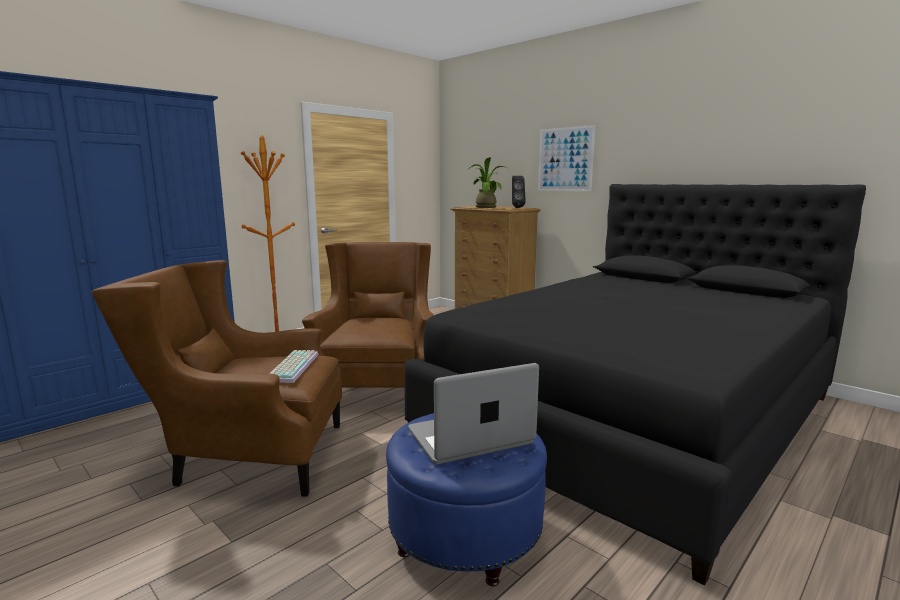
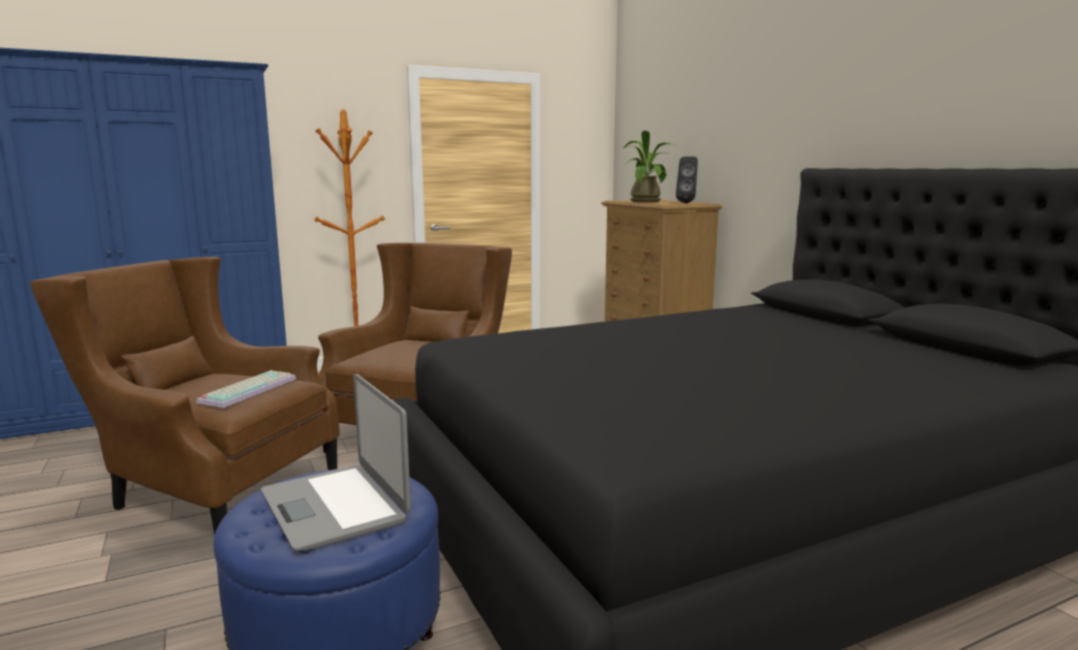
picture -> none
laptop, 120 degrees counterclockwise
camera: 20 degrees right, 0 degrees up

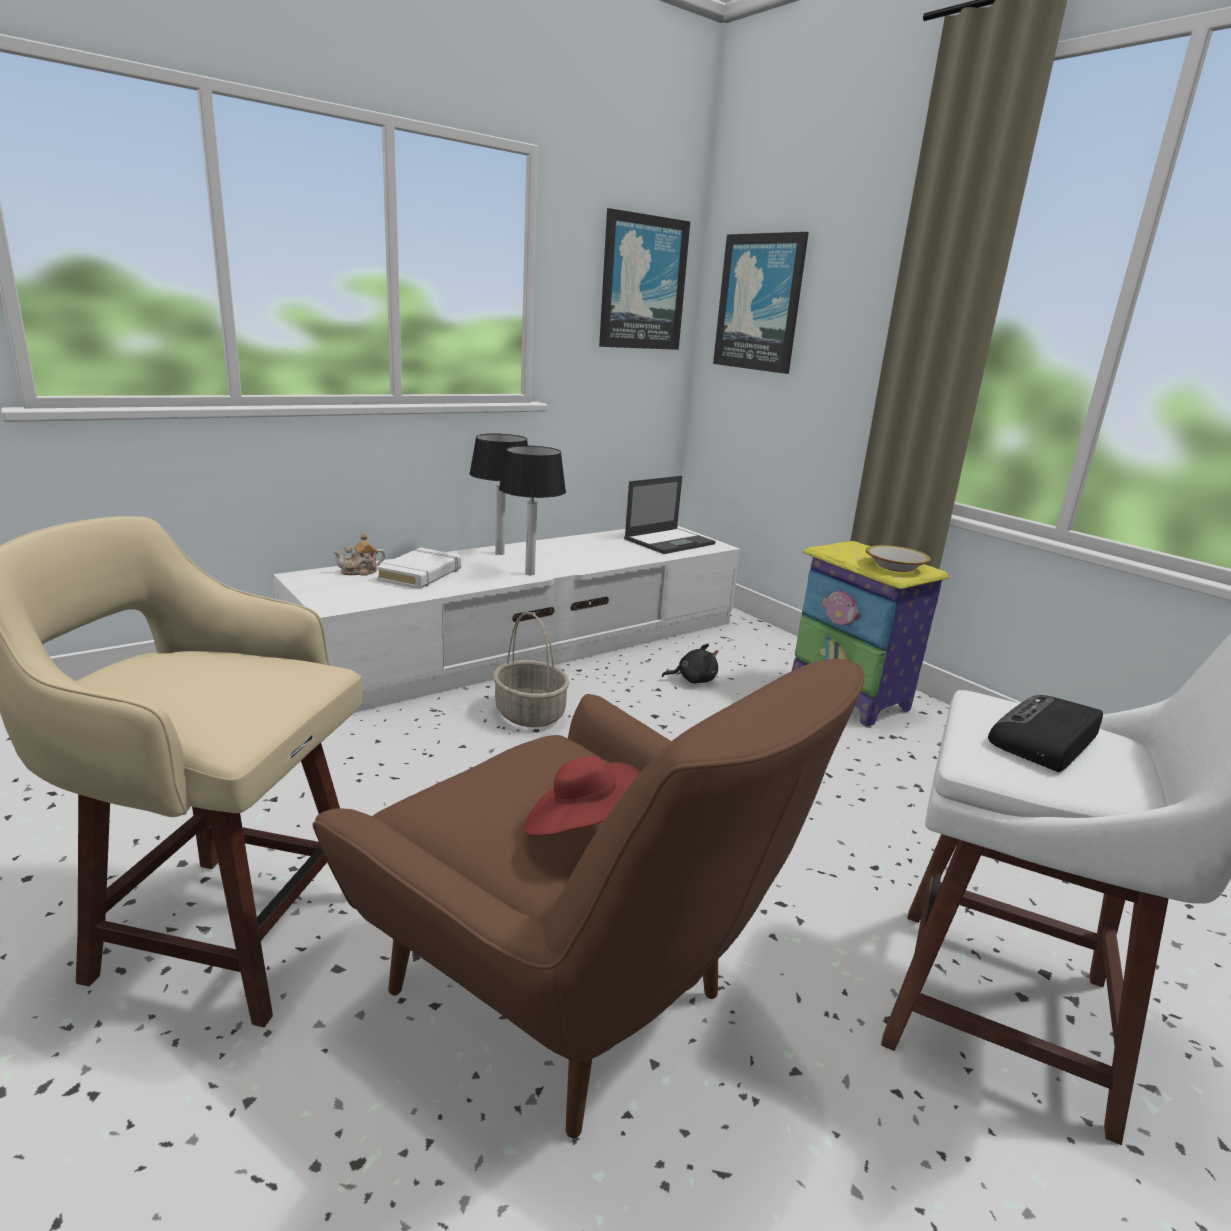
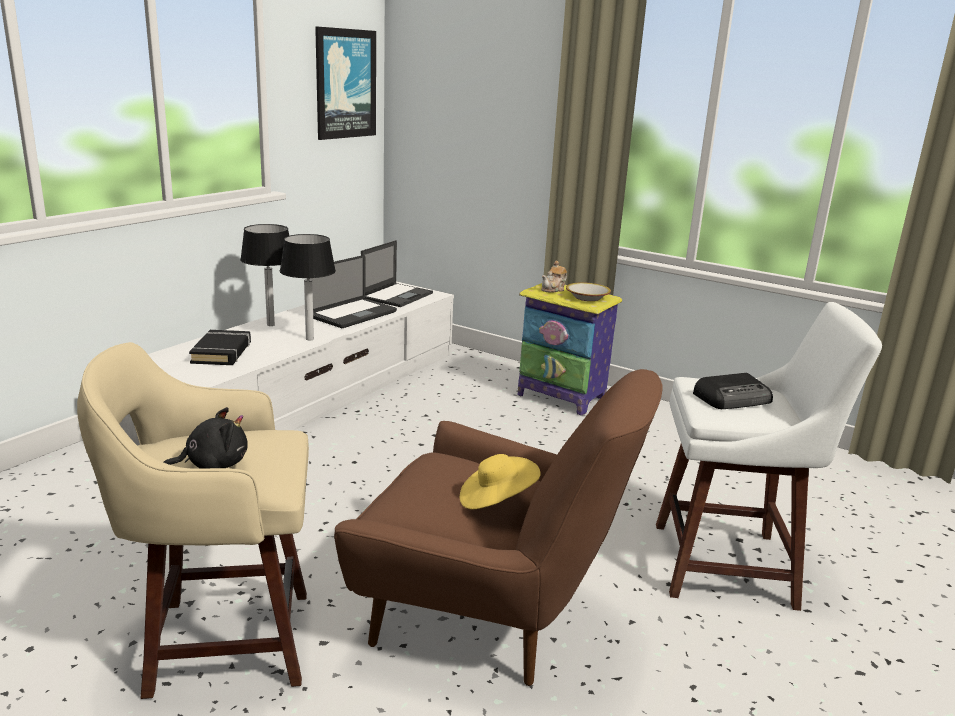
basket -> none
picture (2nd from left) -> none
none -> laptop (1st from left)
teapot, moved
plush toy in black, moved
book in white -> book in black
hat in red -> hat in yellow
radio, 135 degrees counterclockwise
camera: 20 degrees left, 0 degrees up

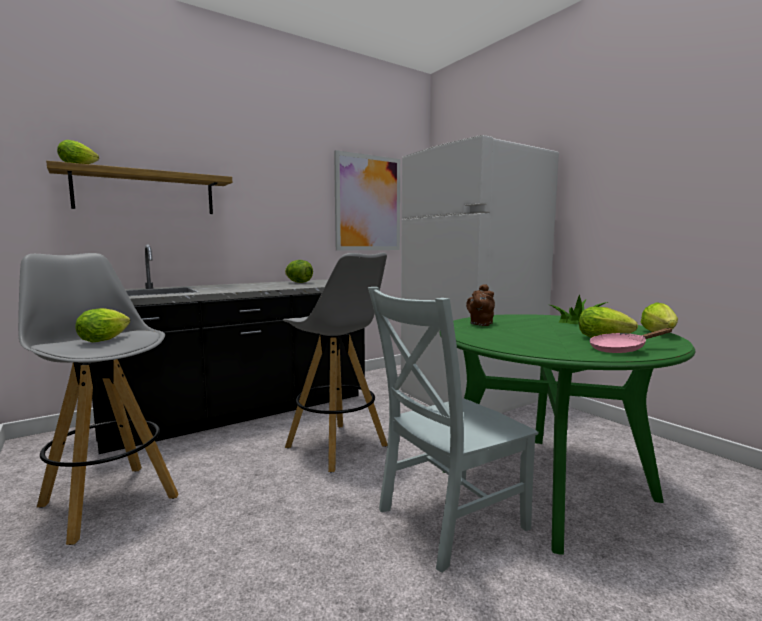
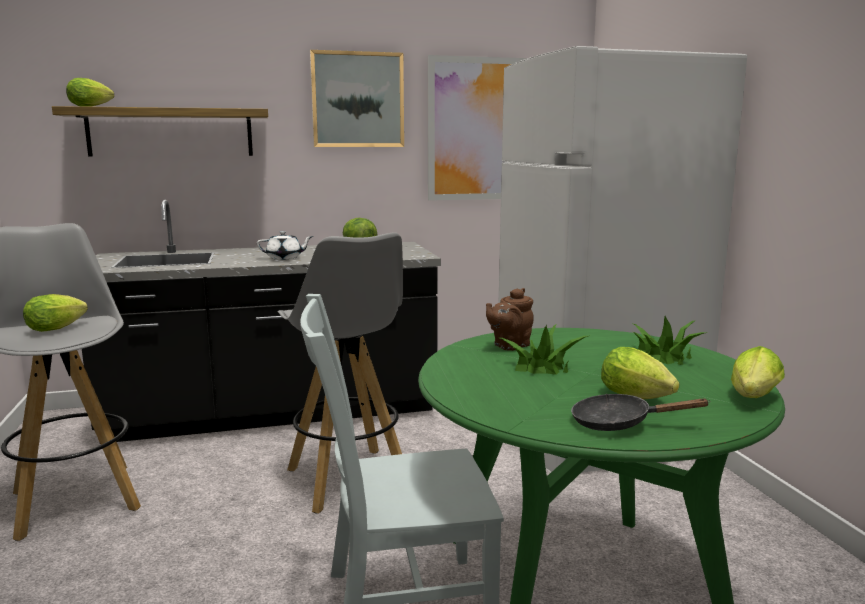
none -> teapot in white
none -> picture (1st from left)
none -> potted plant (1st from left)
frying pan in pink -> frying pan in black
camera: 20 degrees right, 5 degrees up

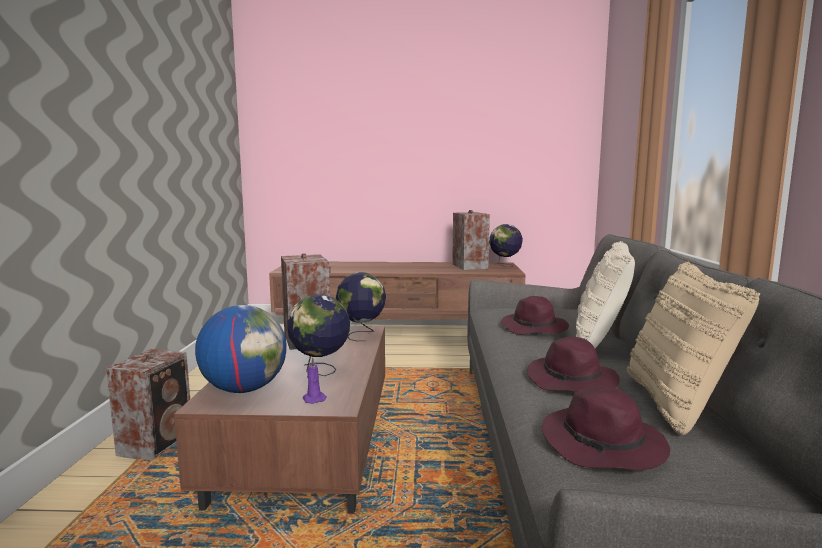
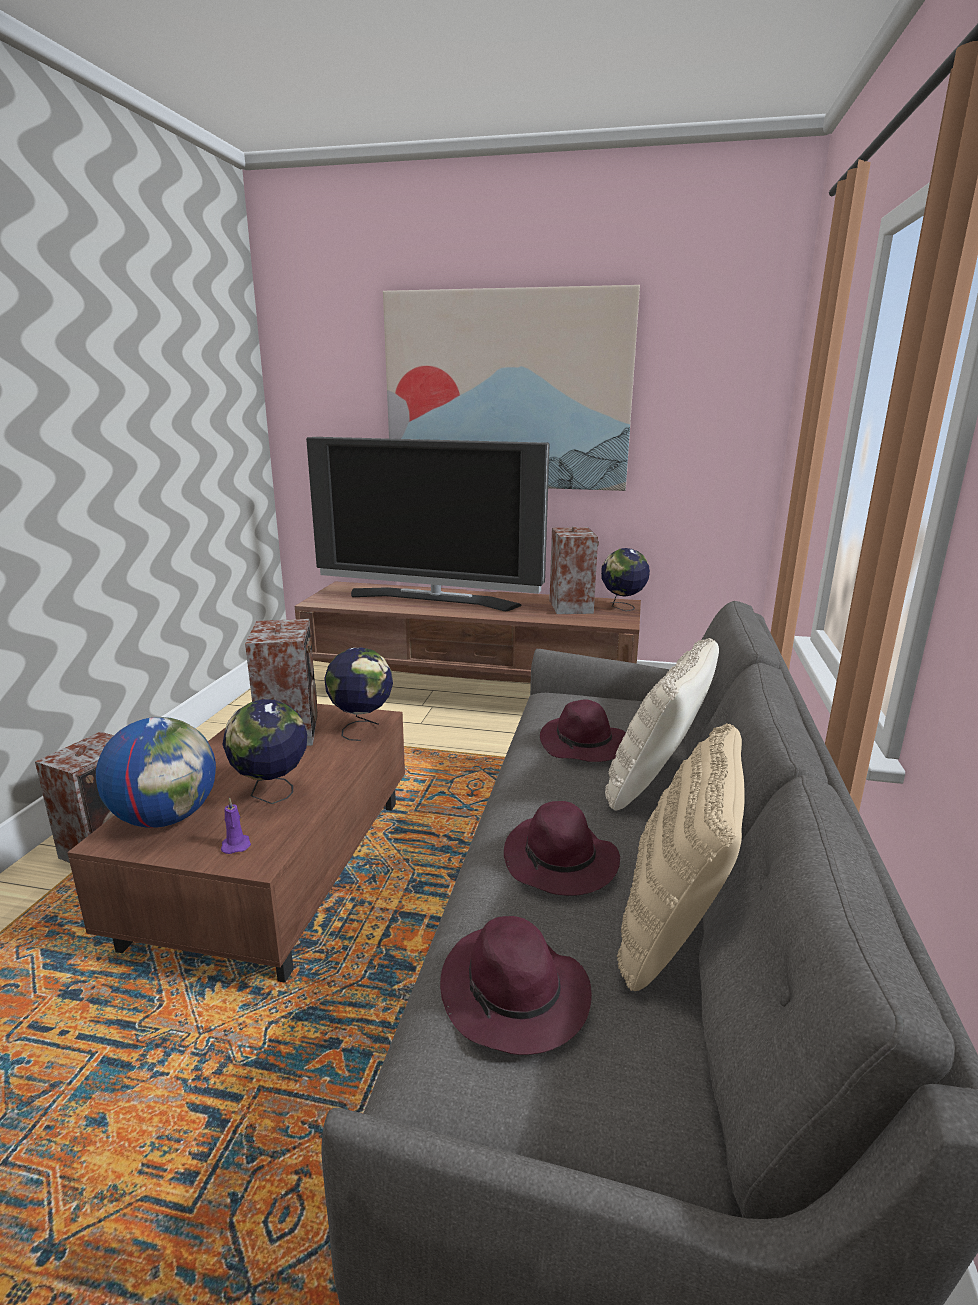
none -> television
none -> picture
camera: 10 degrees right, 10 degrees up

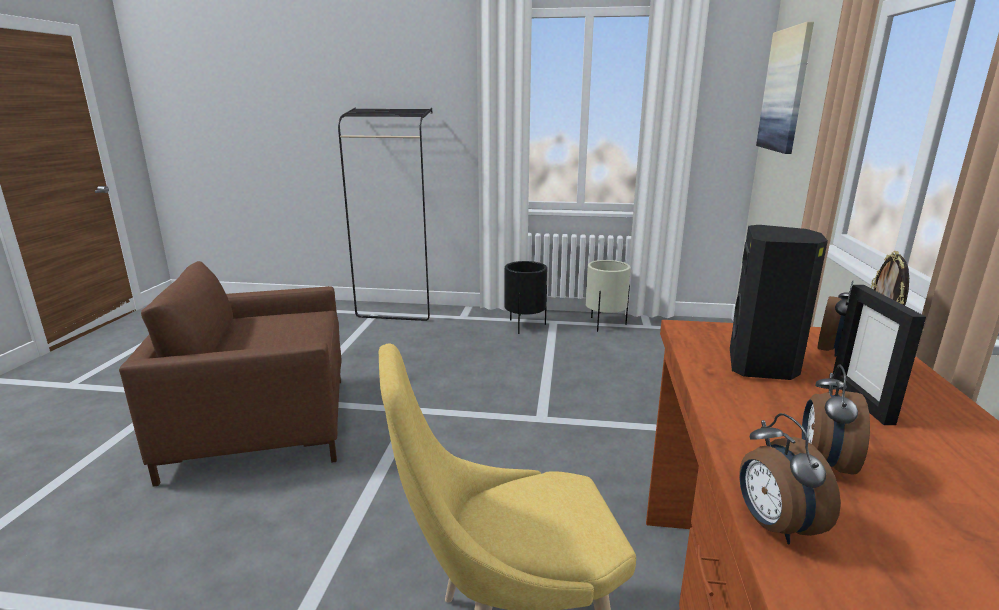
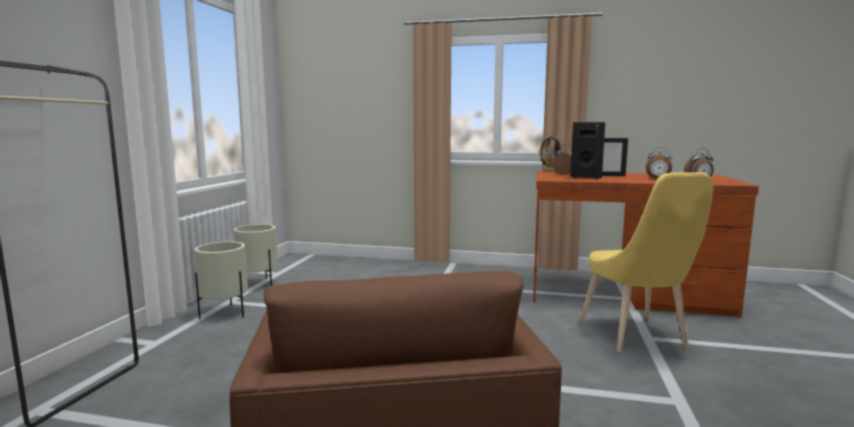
picture -> none
planter in black -> planter in beige (1st from left)
camera: 85 degrees left, 10 degrees down

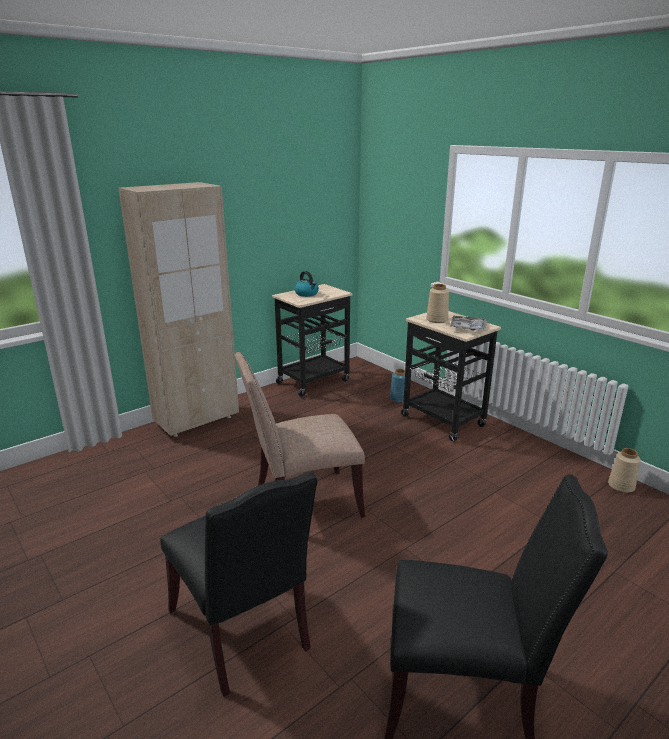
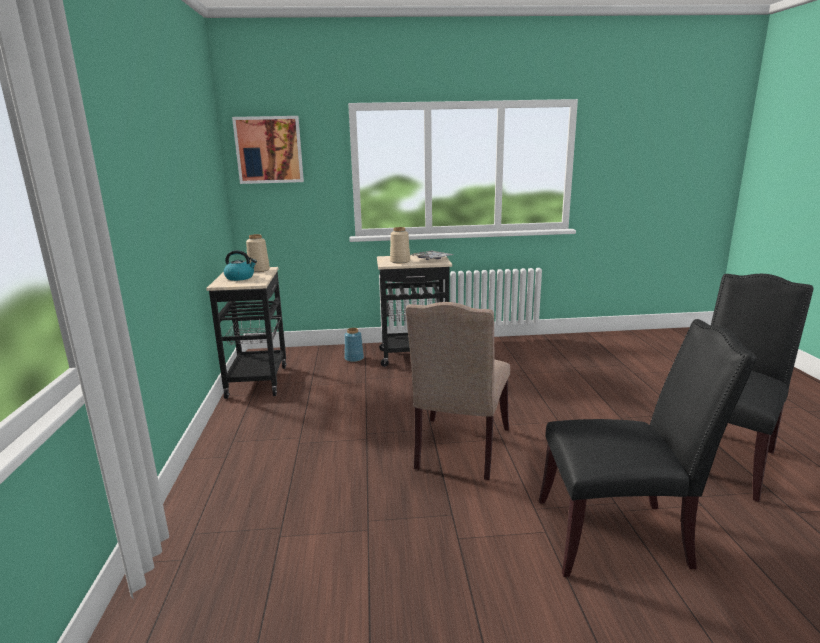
cabinet in beige -> none
none -> picture
vase in beige (2nd from left in the first image) -> vase in beige (1st from left), moved
camera: 55 degrees left, 5 degrees down

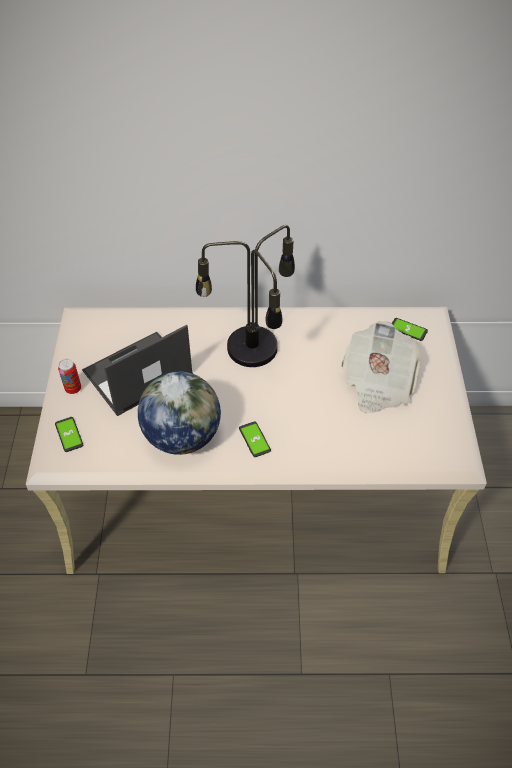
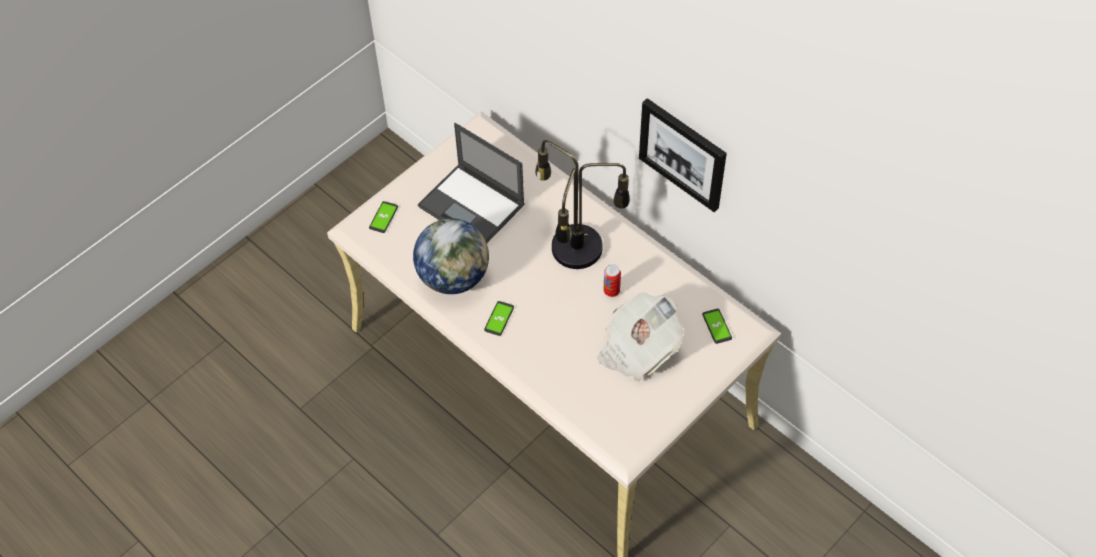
none -> picture
can, moved
laptop, 150 degrees counterclockwise
camera: 45 degrees right, 5 degrees up

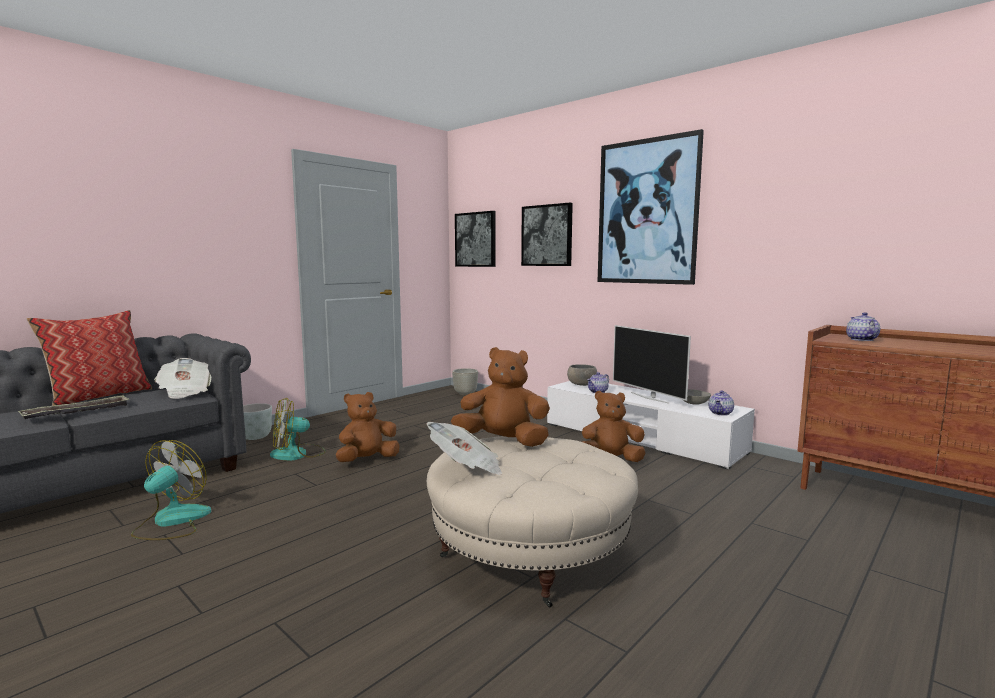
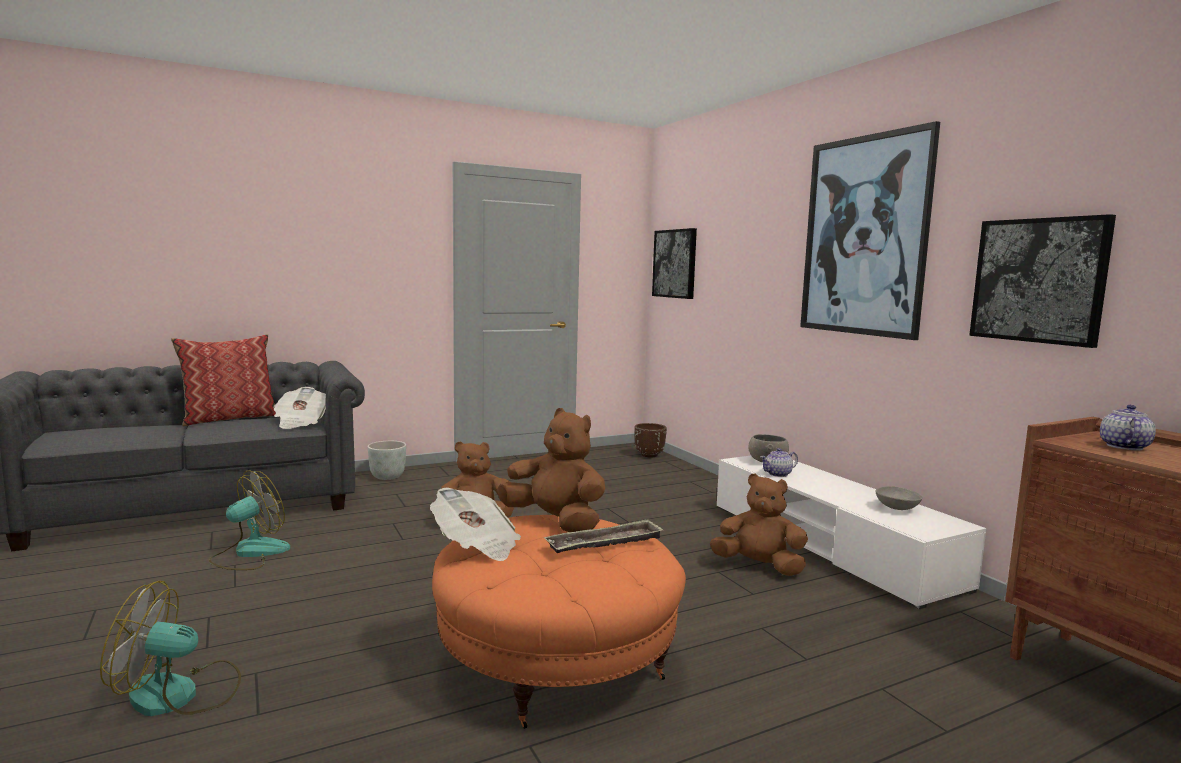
television -> none
teapot (2nd from left) -> none
tray, moved
fan (2nd from left in the first image) -> fan (1st from left), moved
picture (2nd from left in the first image) -> picture (3rd from left), moved
ottoman in beige -> ottoman in orange
planter in grey (2nd from left) -> planter in brown
camera: 20 degrees right, 0 degrees up

